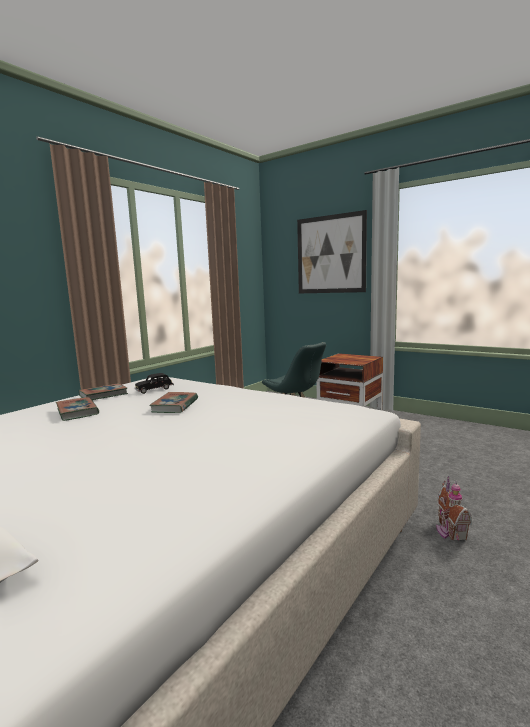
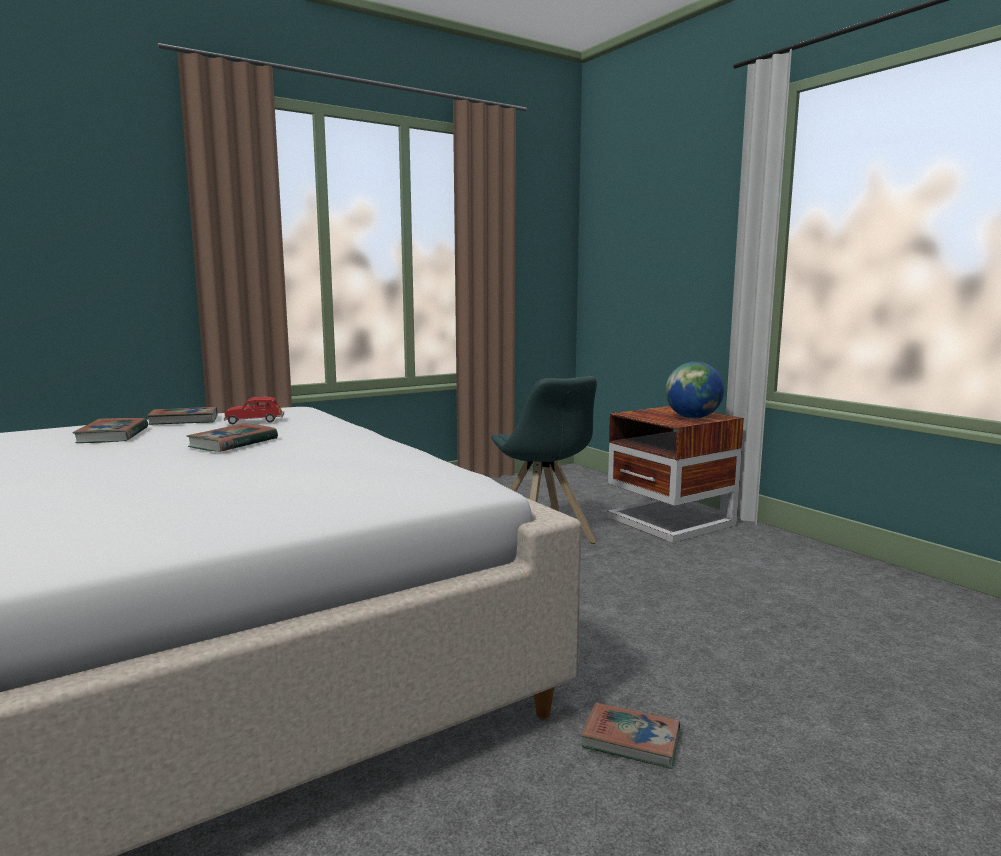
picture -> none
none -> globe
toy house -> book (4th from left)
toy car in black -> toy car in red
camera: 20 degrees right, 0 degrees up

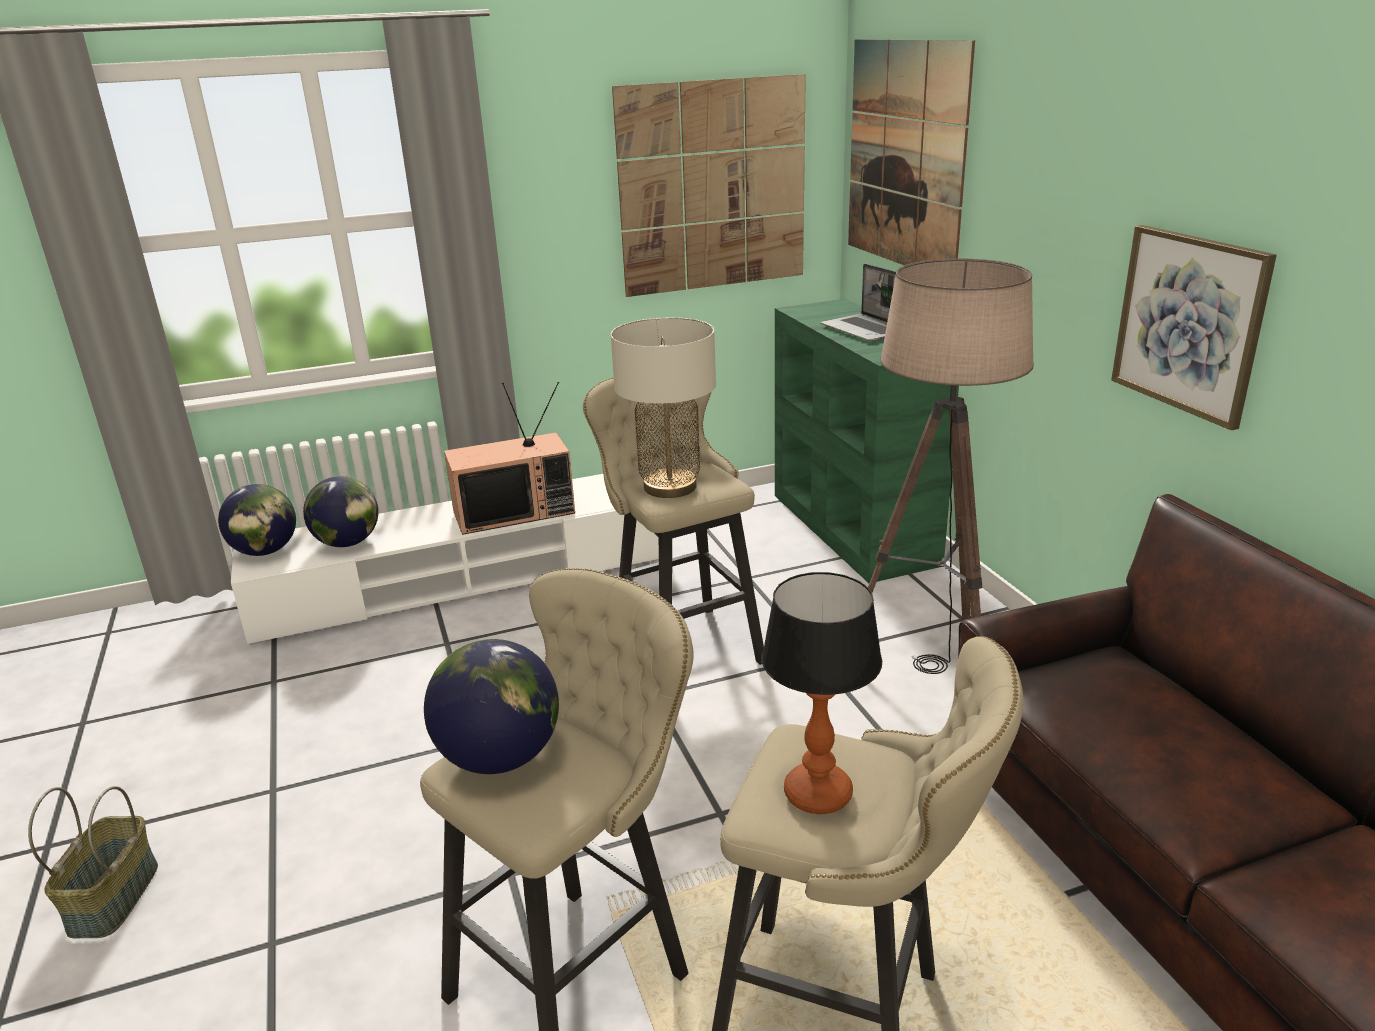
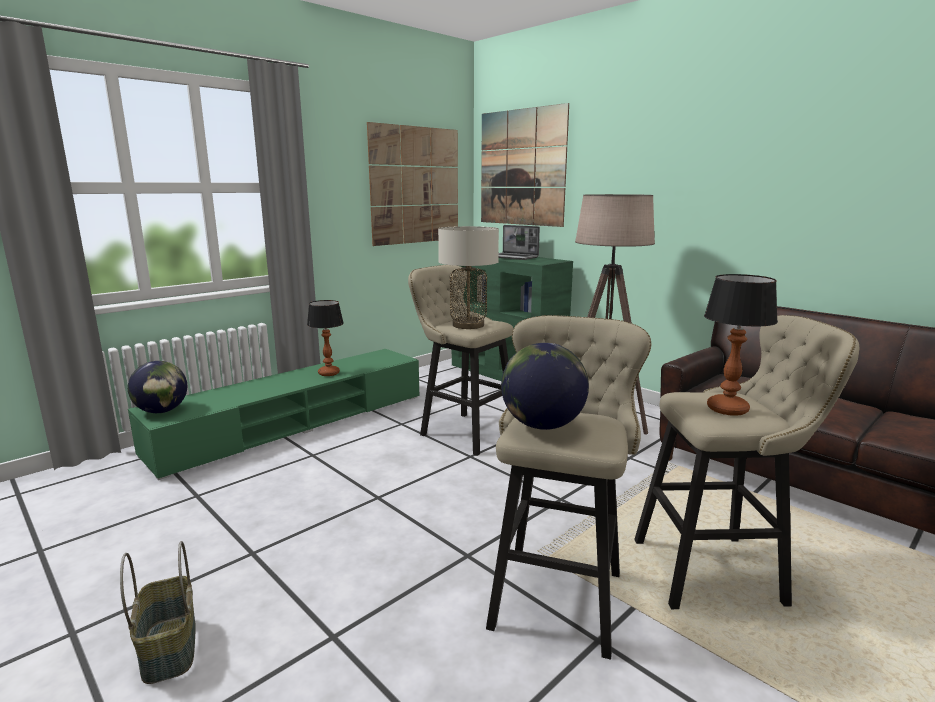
globe (2nd from left) -> none
picture (3rd from left) -> none
television -> table lamp (1st from left)
tv stand in white -> tv stand in green
camera: 25 degrees left, 10 degrees down

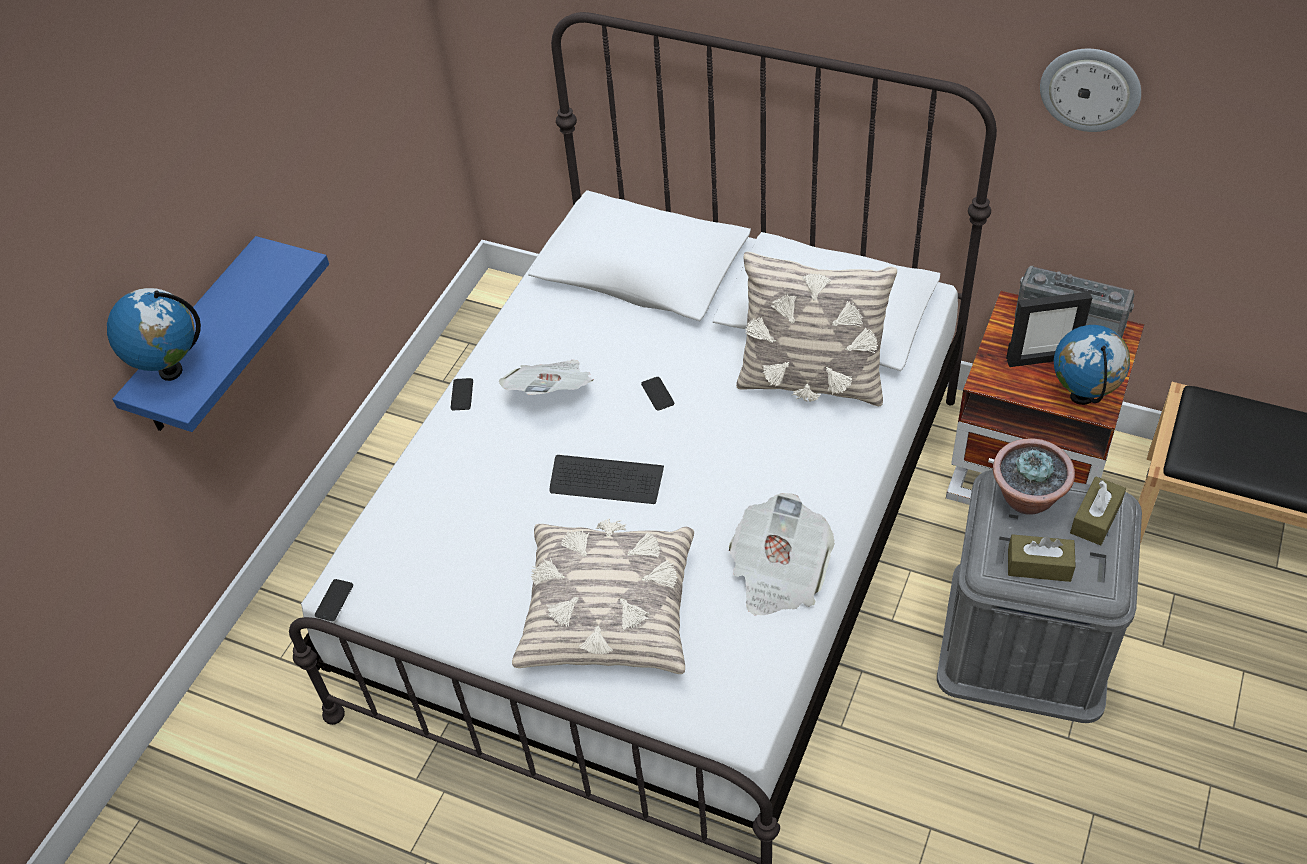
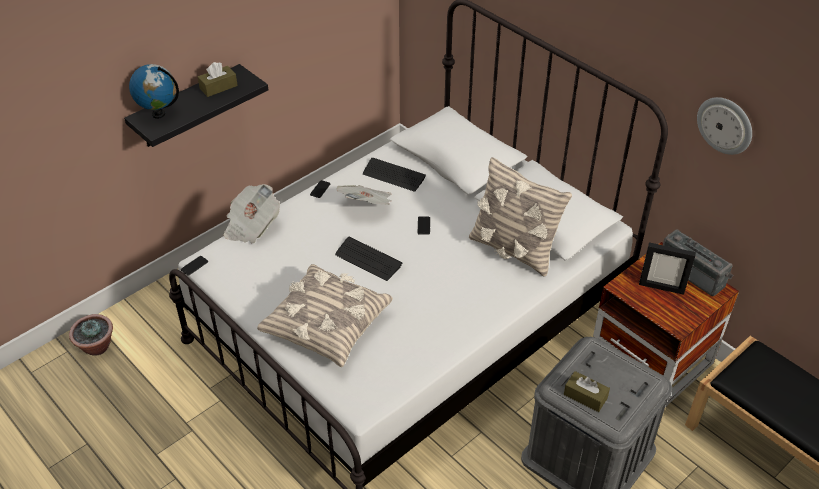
globe (2nd from left) -> none
none -> keyboard (2nd from left)
newspaper (2nd from left in the first image) -> newspaper (1st from left), moved
potted plant, moved
tissue box in brown (2nd from left in the first image) -> tissue box in brown (1st from left), moved
shelf in blue -> shelf in black
camera: 20 degrees right, 5 degrees down

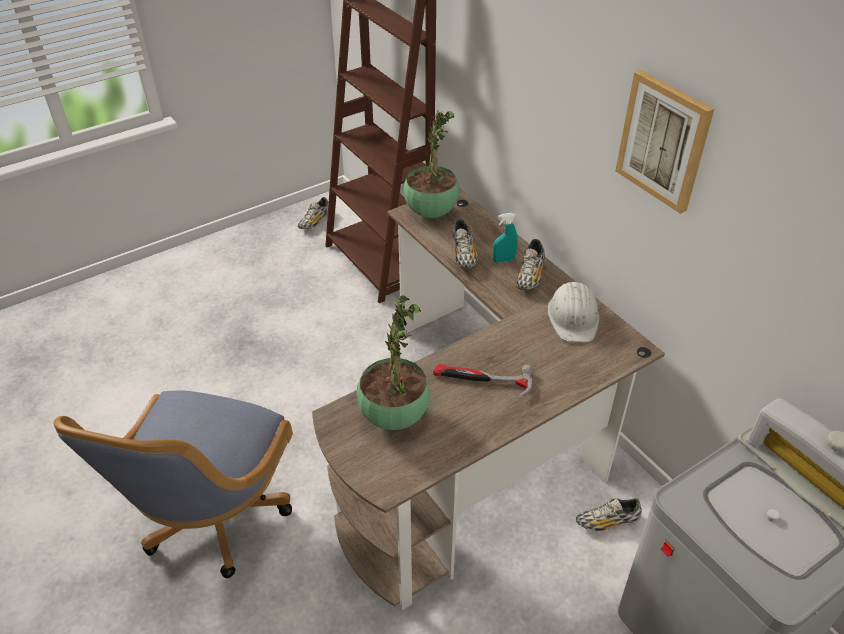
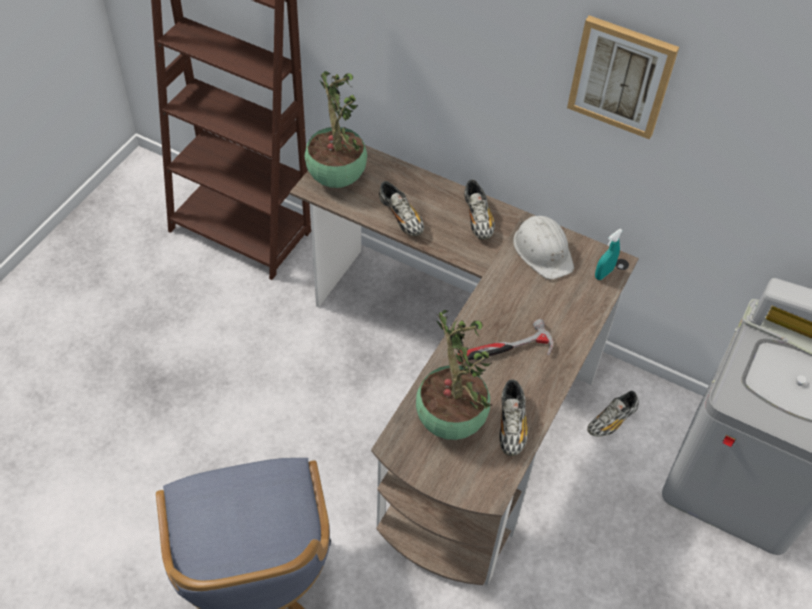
shoe (1st from left in the first image) -> shoe (3rd from left), moved
spray bottle in turquoise, moved
camera: 30 degrees left, 10 degrees up

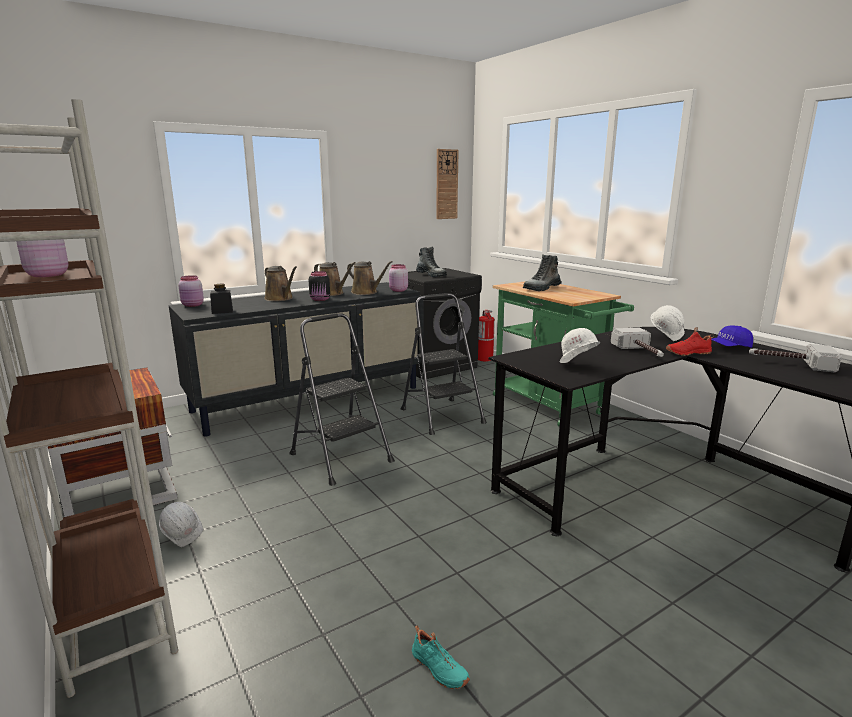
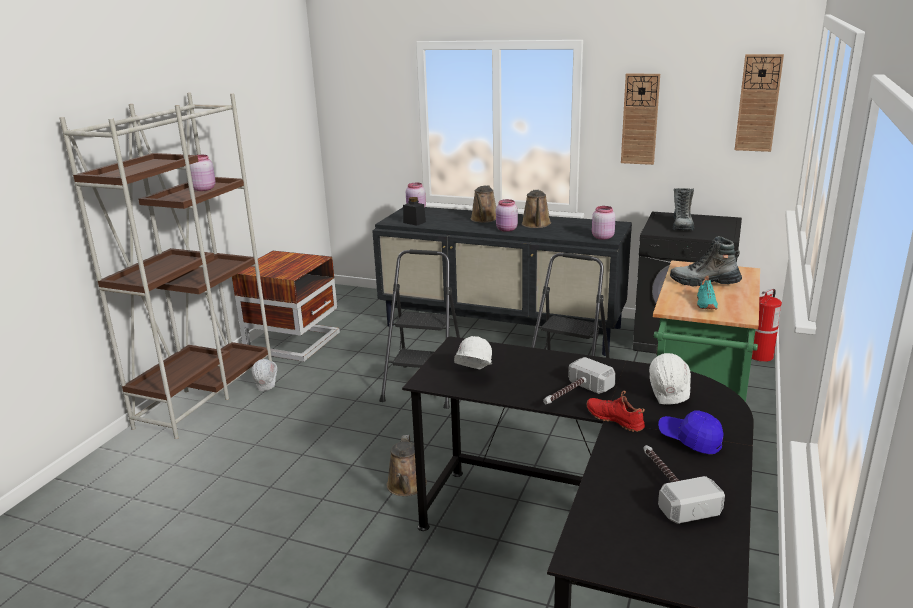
none -> wall clock (1st from left)
watering can in brown (3rd from left in the first image) -> watering can in brown (1st from left), moved
shoe in turquoise, moved
jar in black (2nd from left) -> jar in pink (3rd from left)
camera: 55 degrees right, 5 degrees up

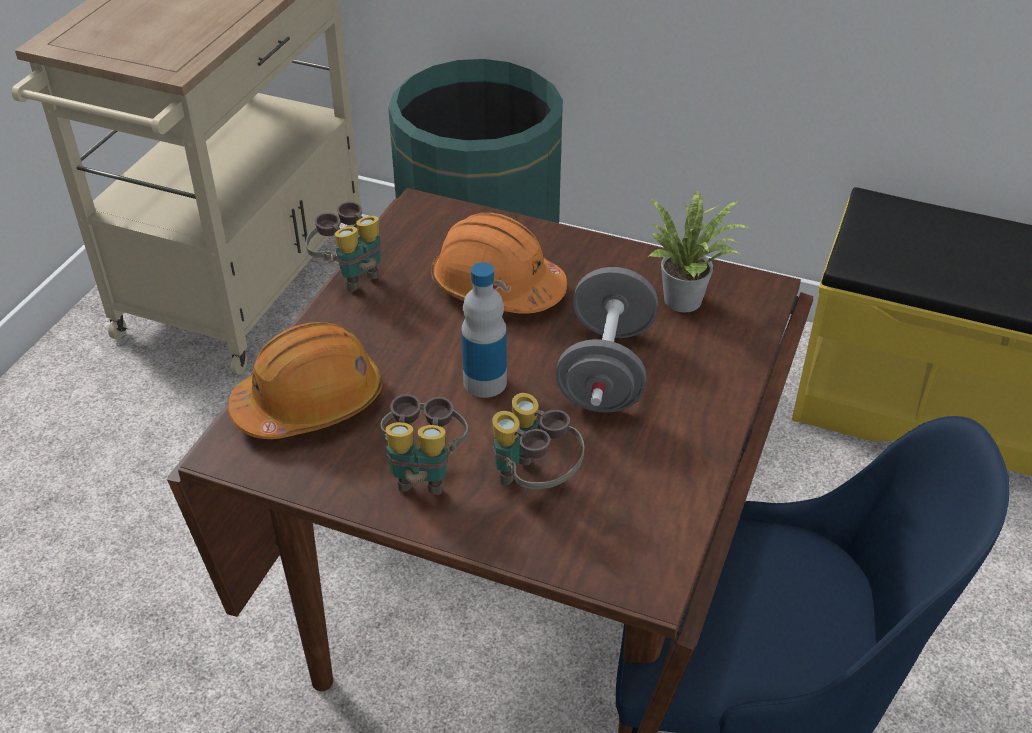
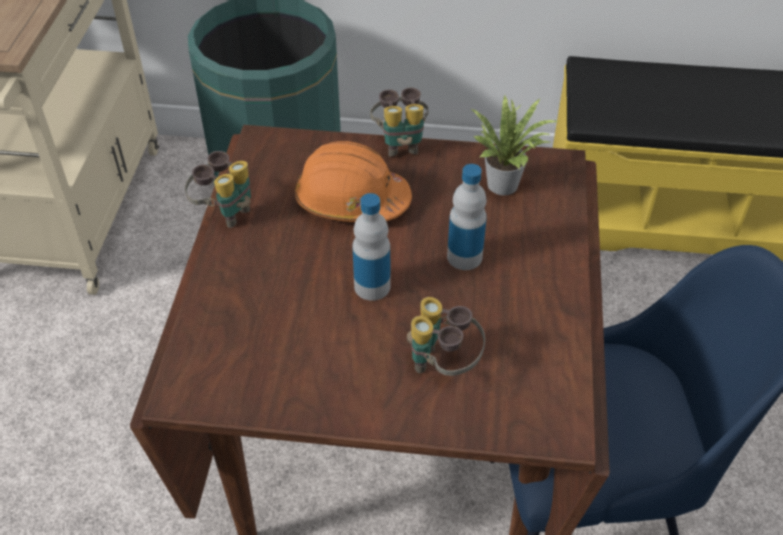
hard hat in orange (1st from left) -> none
binoculars (2nd from left), moved
dumbbell in grey -> bottle (2nd from left)
camera: 15 degrees left, 5 degrees up

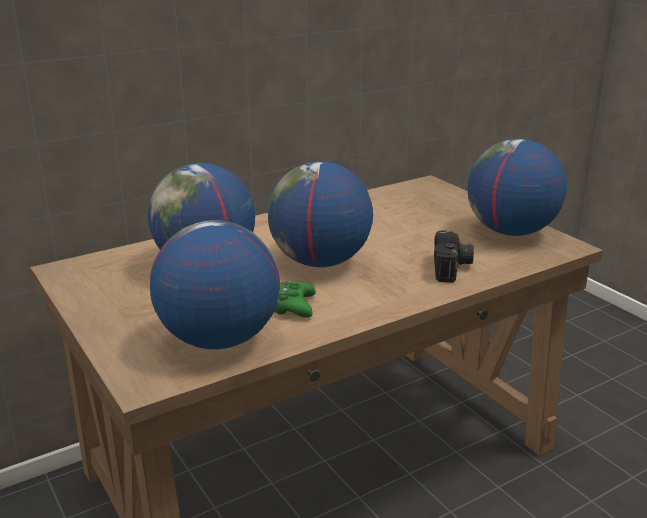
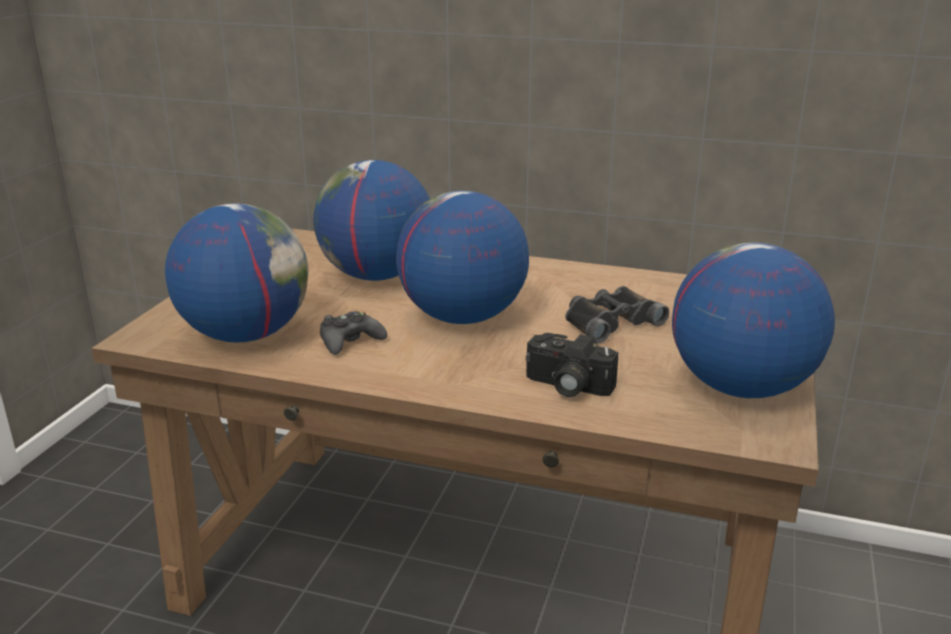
none -> binoculars in black
game controller in green -> game controller in black
photo camera, 60 degrees clockwise
camera: 50 degrees right, 0 degrees up

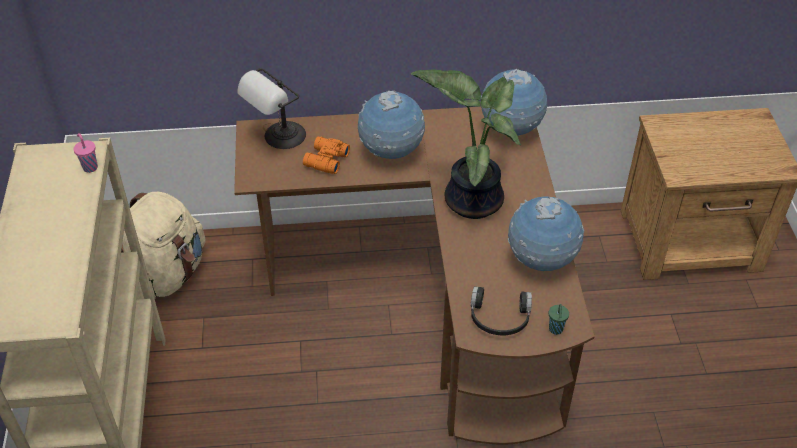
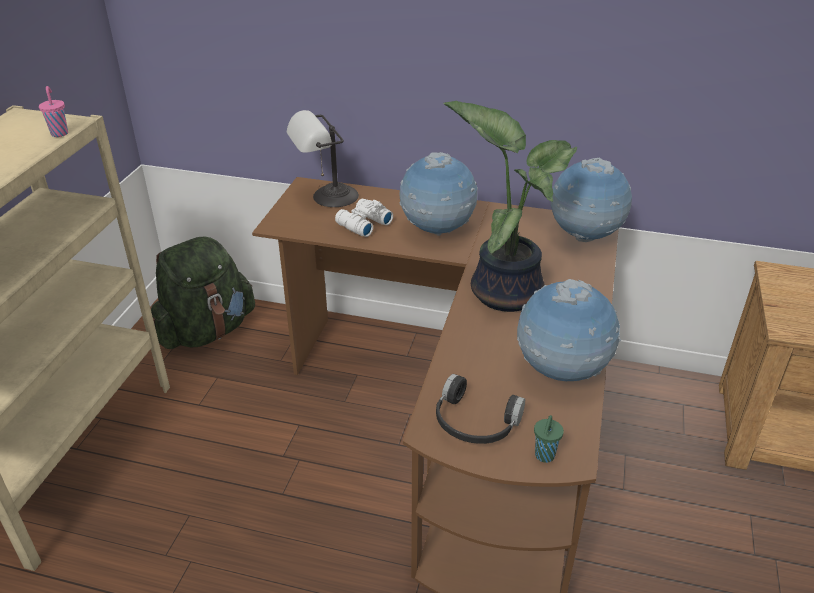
backpack in beige -> backpack in green
binoculars in orange -> binoculars in white
camera: 20 degrees right, 10 degrees down

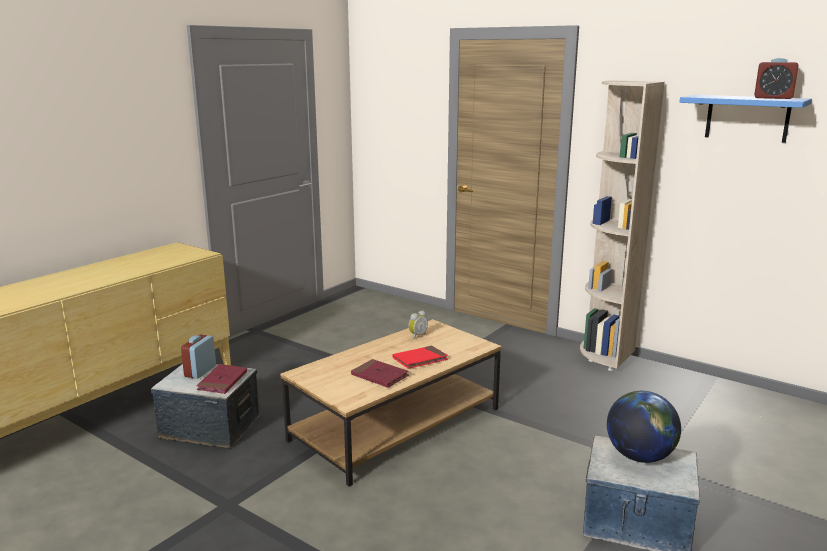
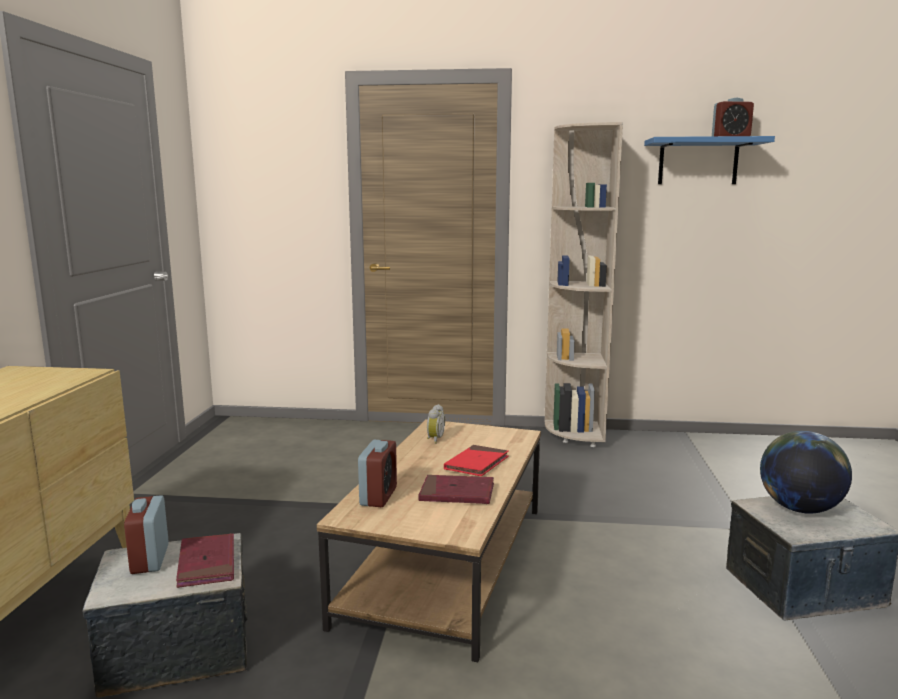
none -> alarm clock (2nd from left)
camera: 30 degrees left, 5 degrees down

